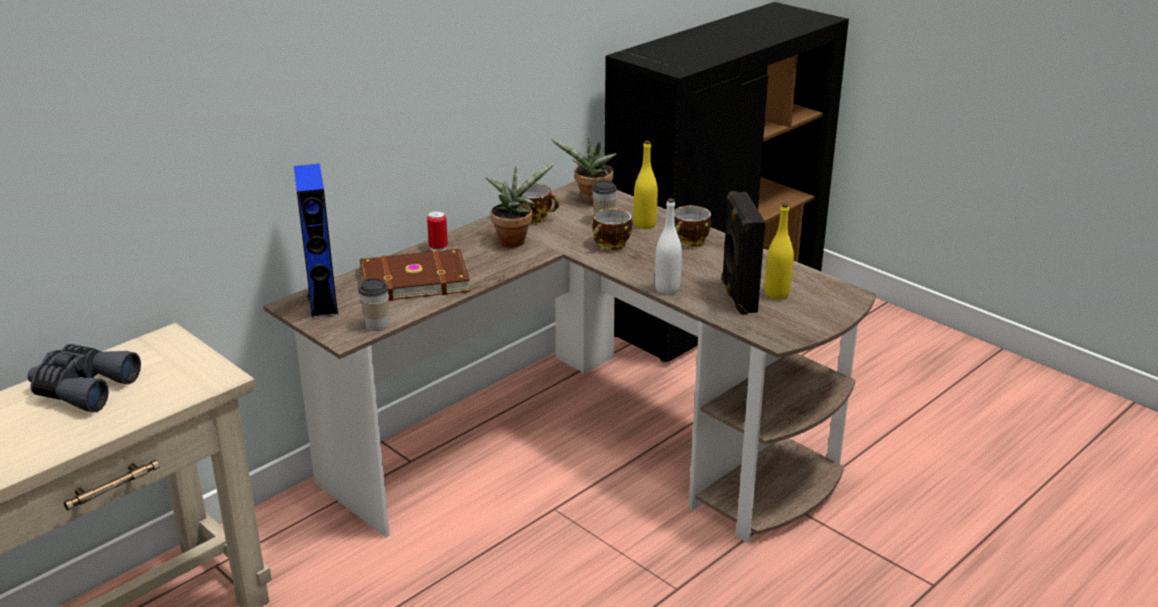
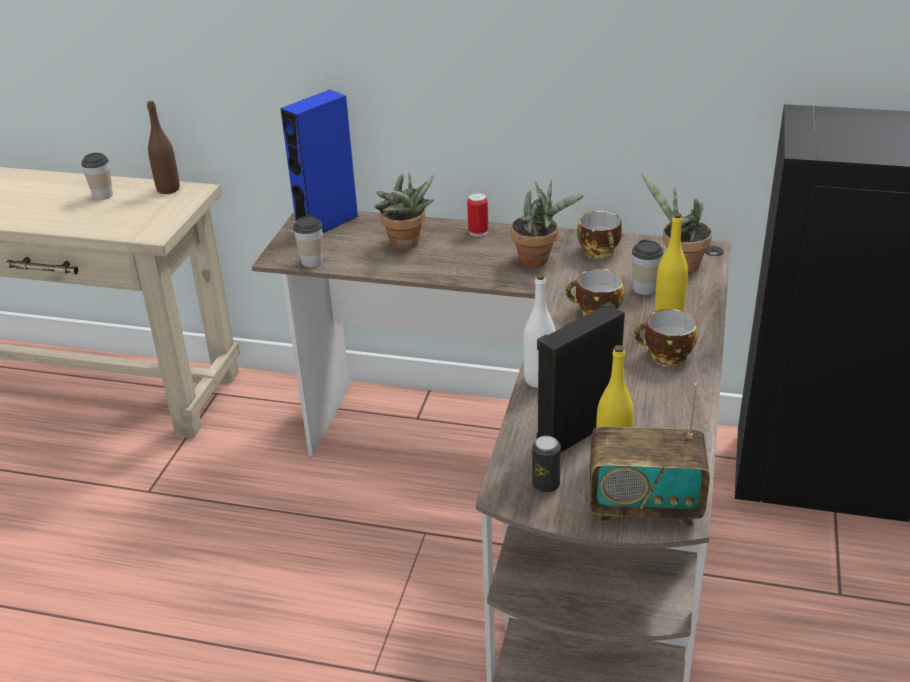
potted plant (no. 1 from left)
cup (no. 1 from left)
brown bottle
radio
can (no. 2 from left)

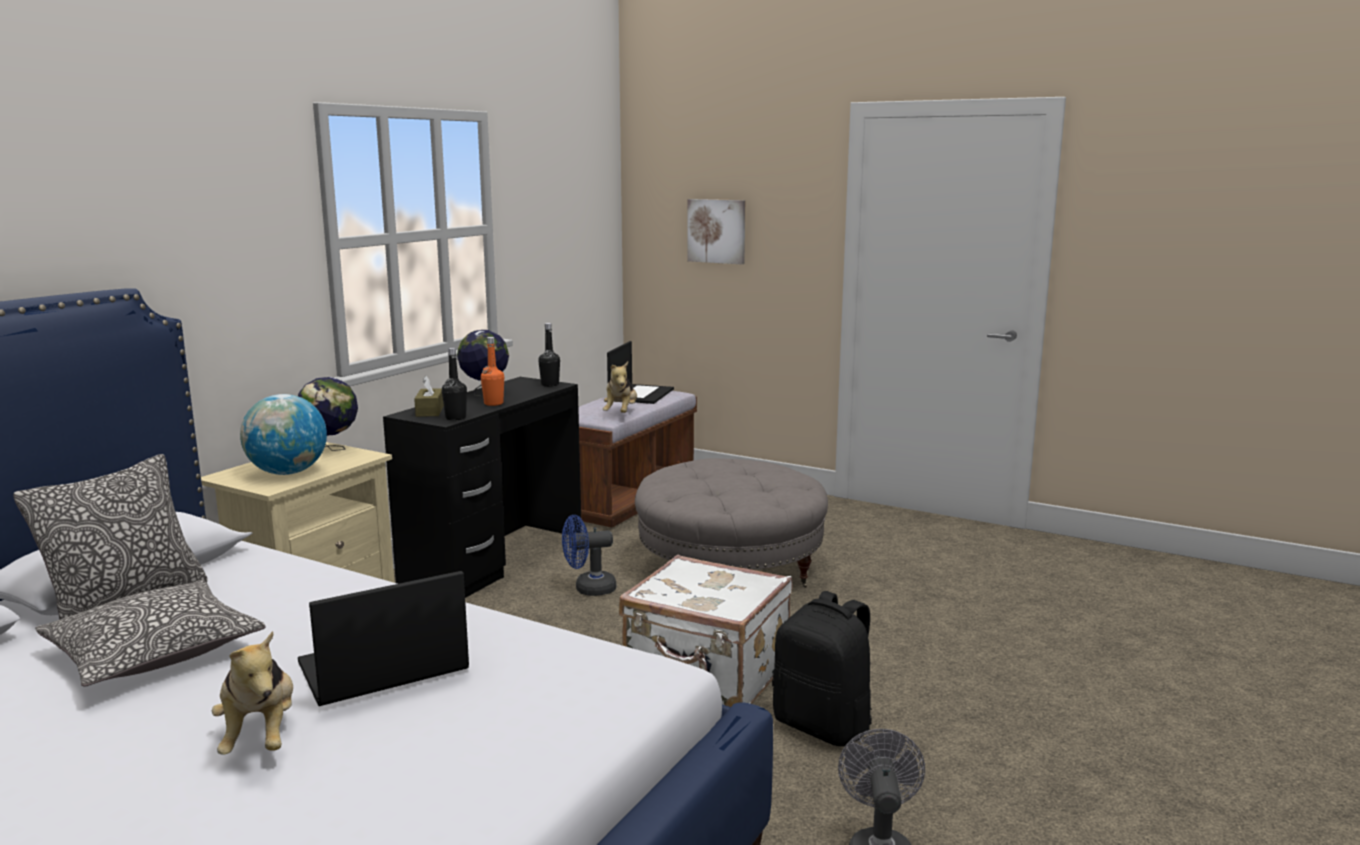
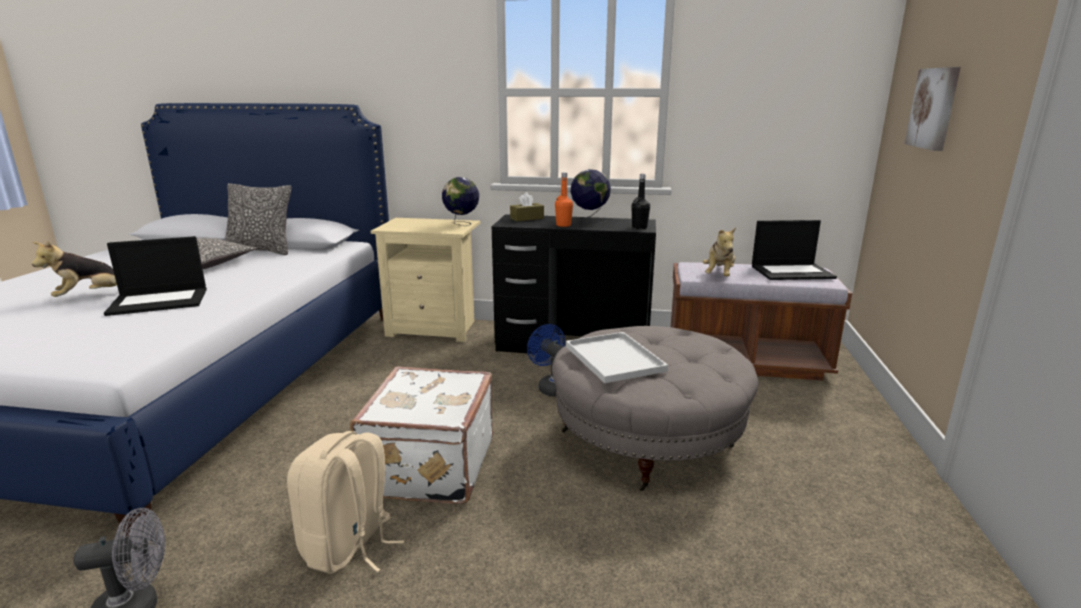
black bottle (no. 1 from left in the first image)
plush toy (no. 2 from left)
globe (no. 1 from left in the first image)
laptop (no. 1 from left)
beige backpack
white tray

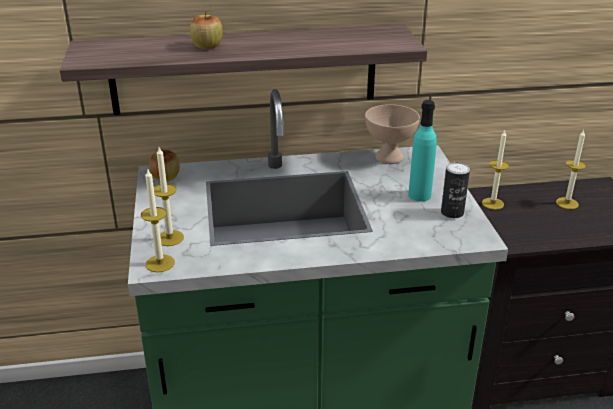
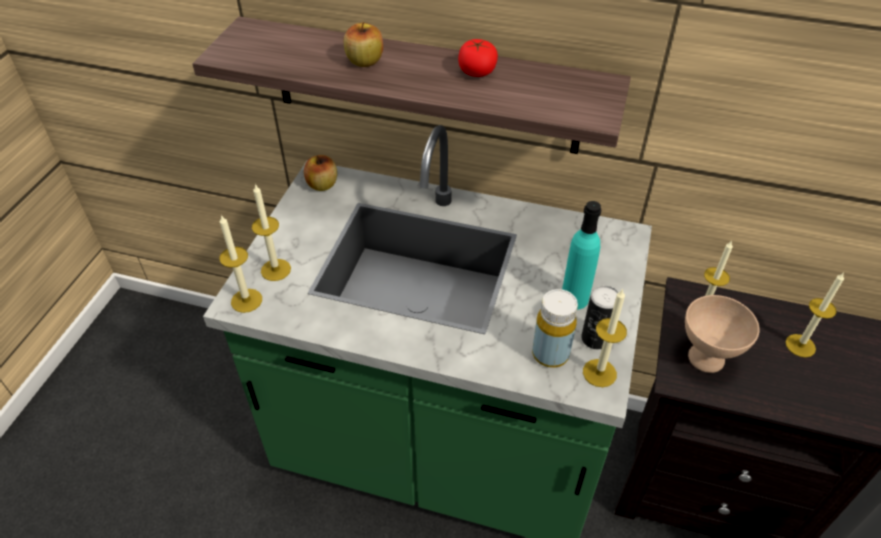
beige bowl
tomato
yellow bottle
candle (no. 3 from left)

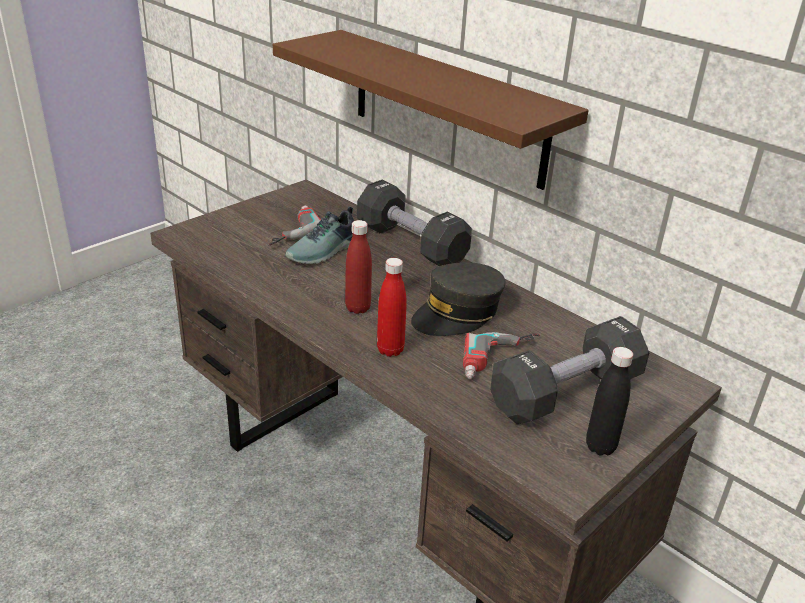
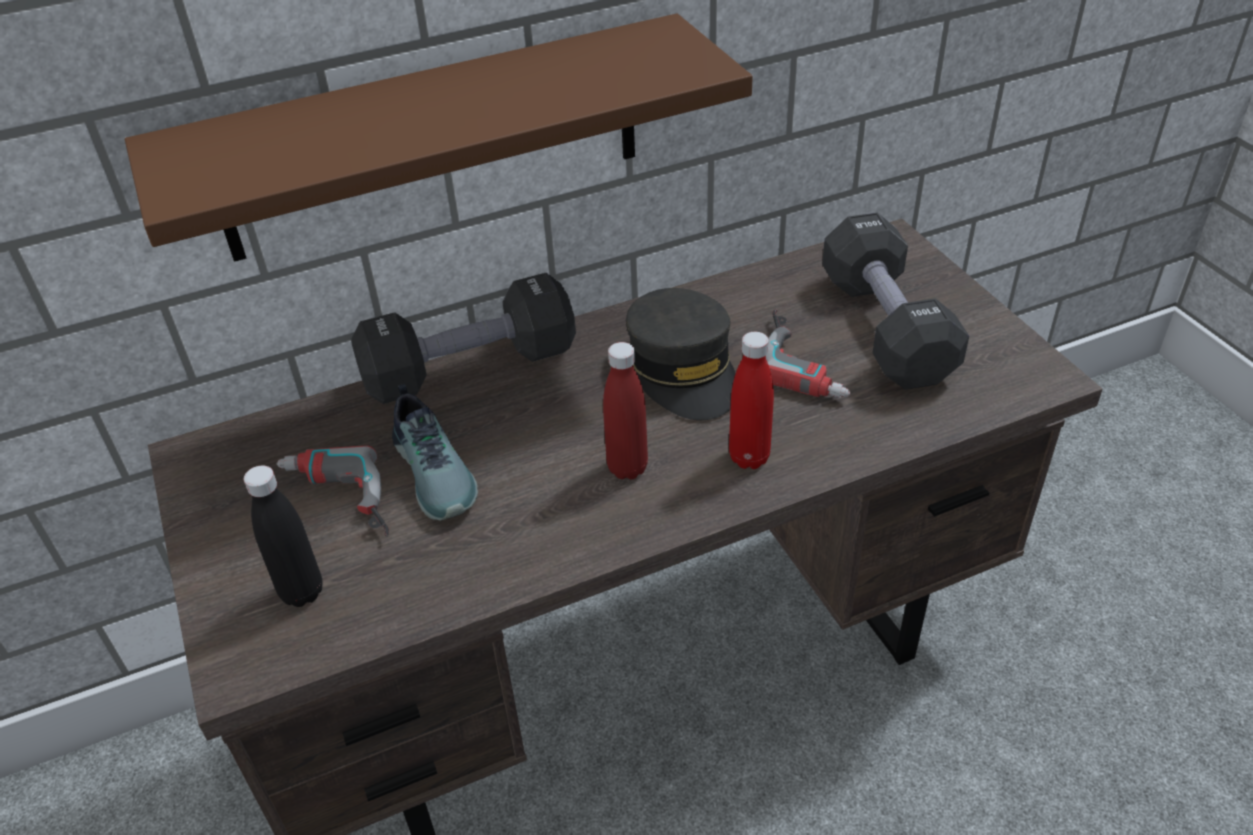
black bottle

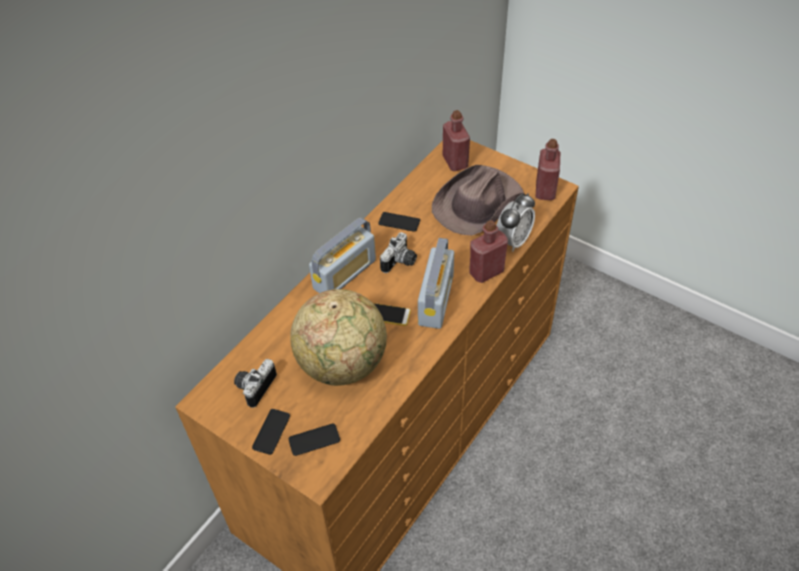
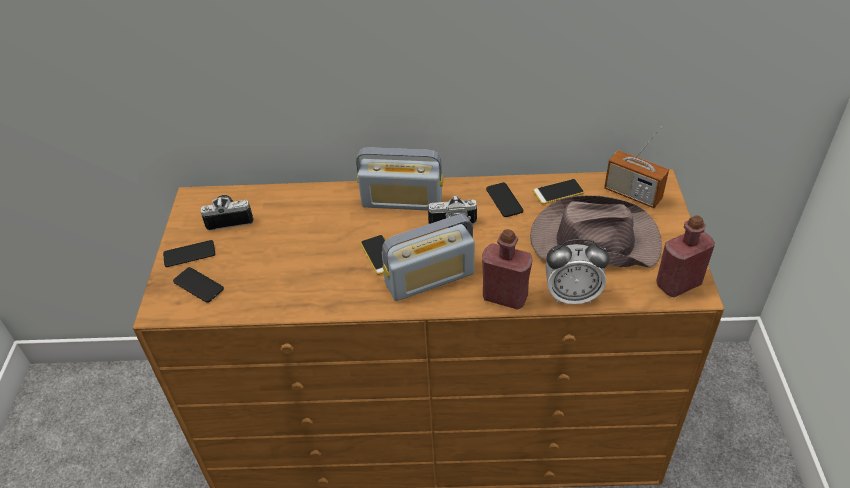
radio (no. 3 from left)
globe
phone (no. 5 from left)

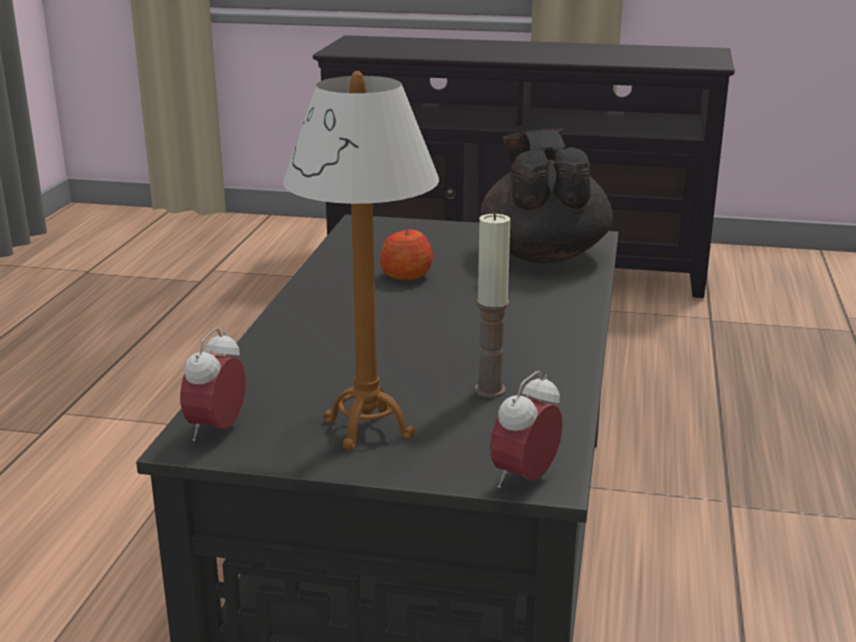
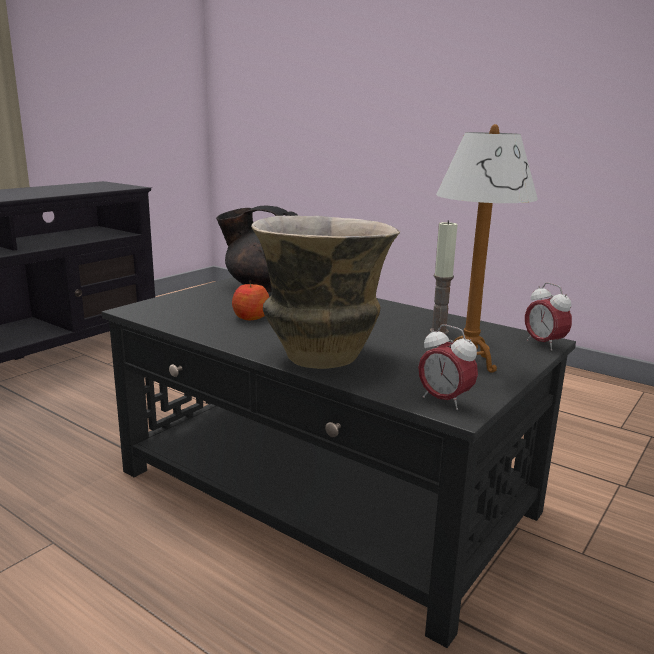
vase

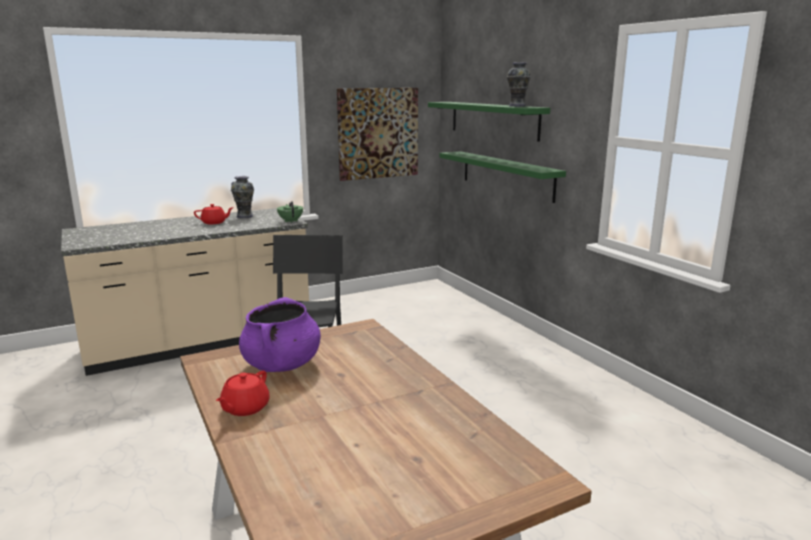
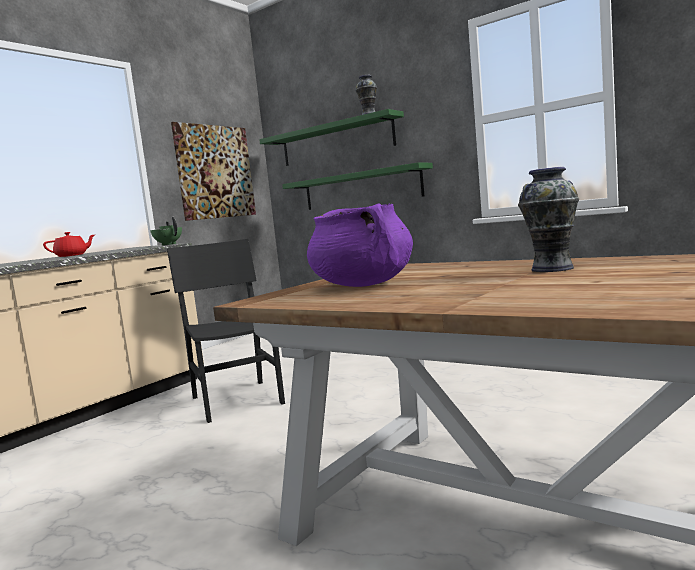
vase (no. 2 from left)
red teapot (no. 2 from left in the first image)

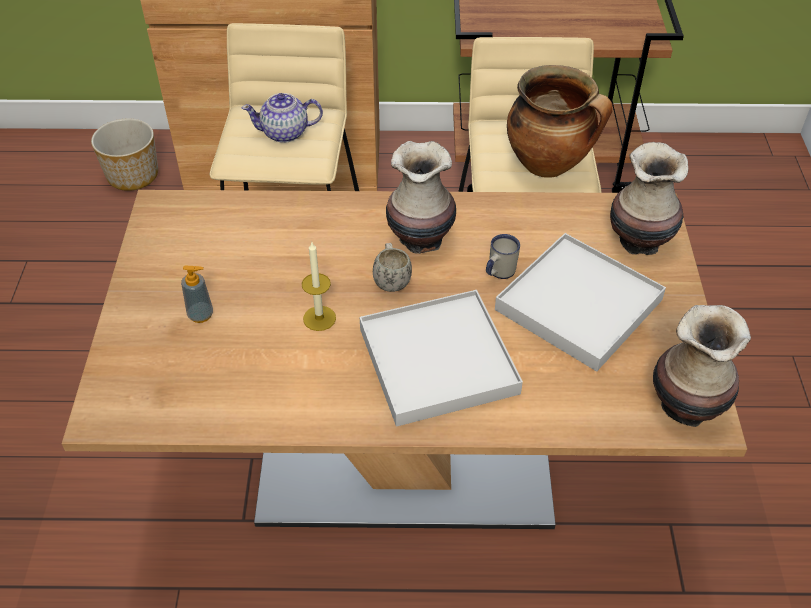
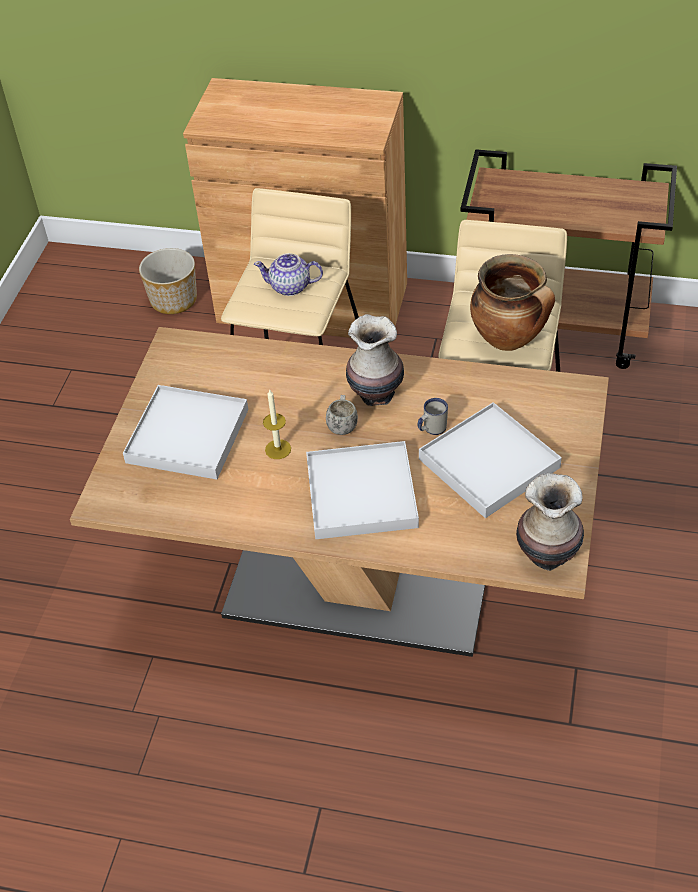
vase (no. 2 from left in the first image)
white tray (no. 1 from left)

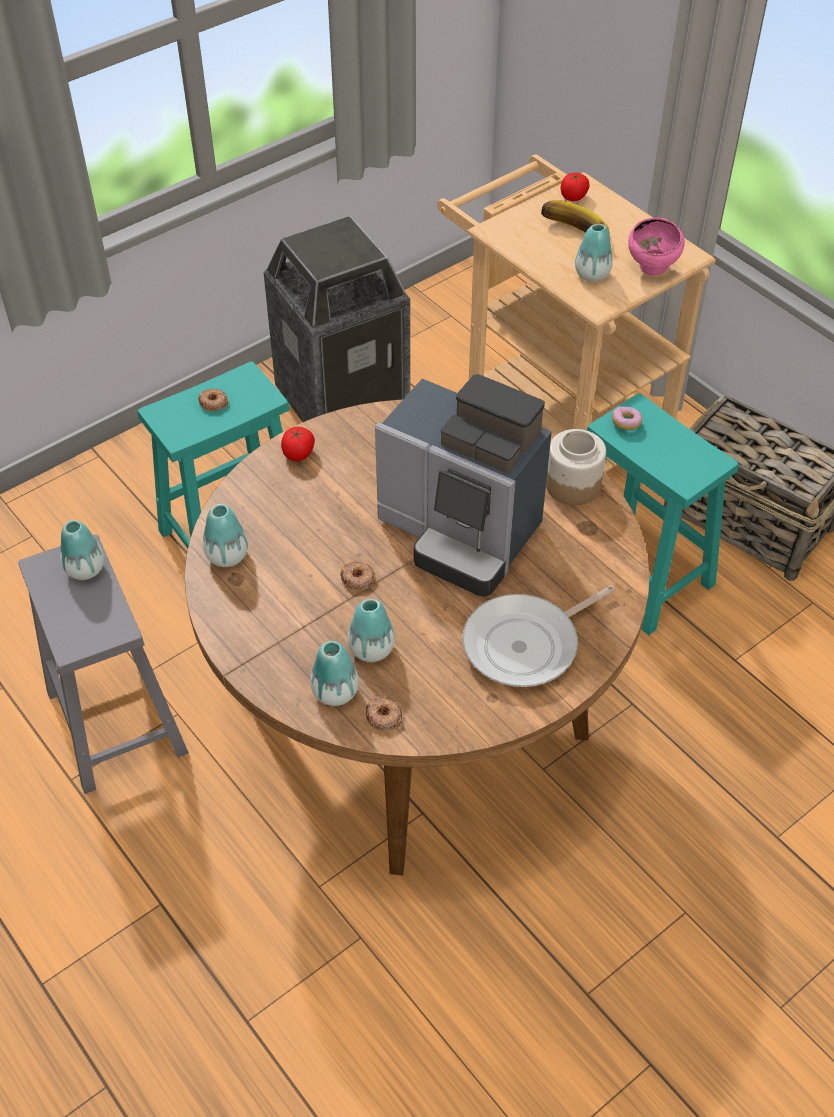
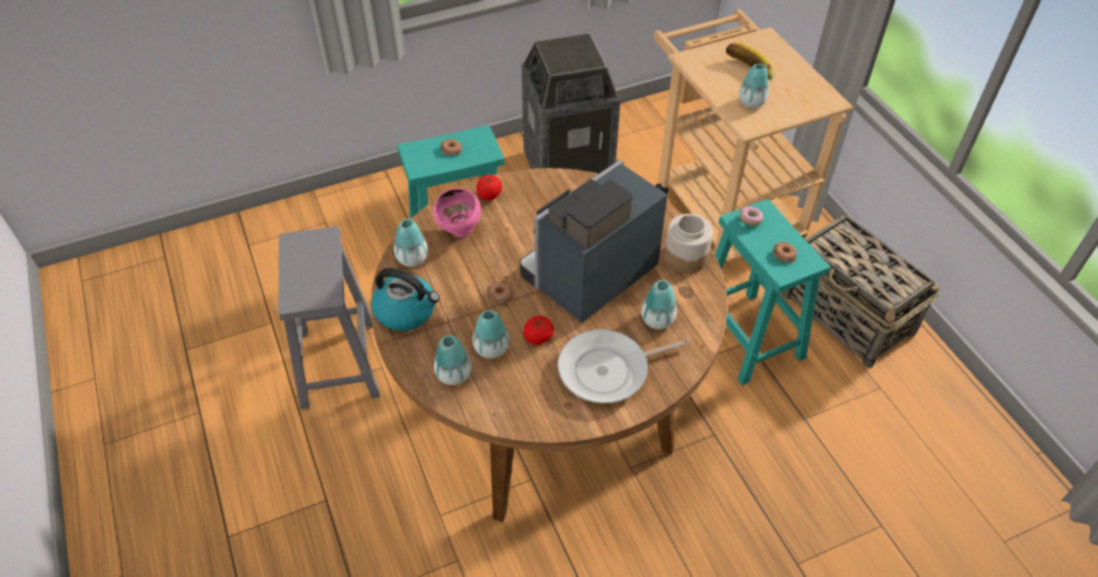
tomato (no. 2 from left)
pink bowl
coffee machine
vase (no. 4 from left)
donut (no. 4 from left)
kettle

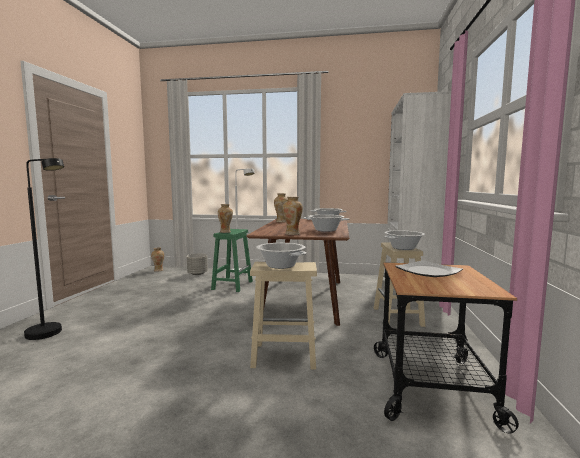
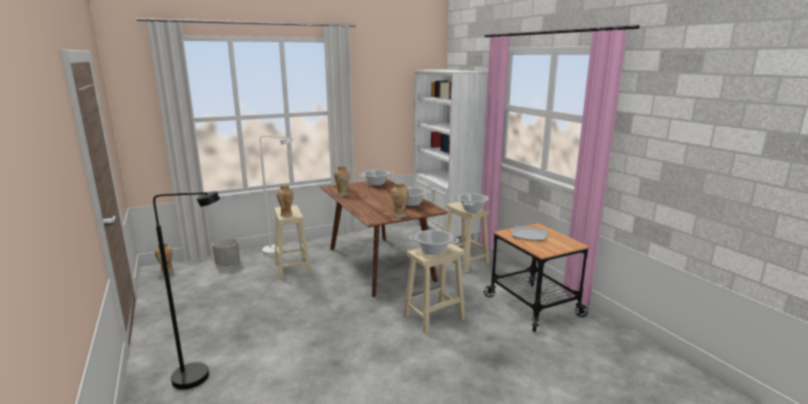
beige stool (no. 1 from left)

